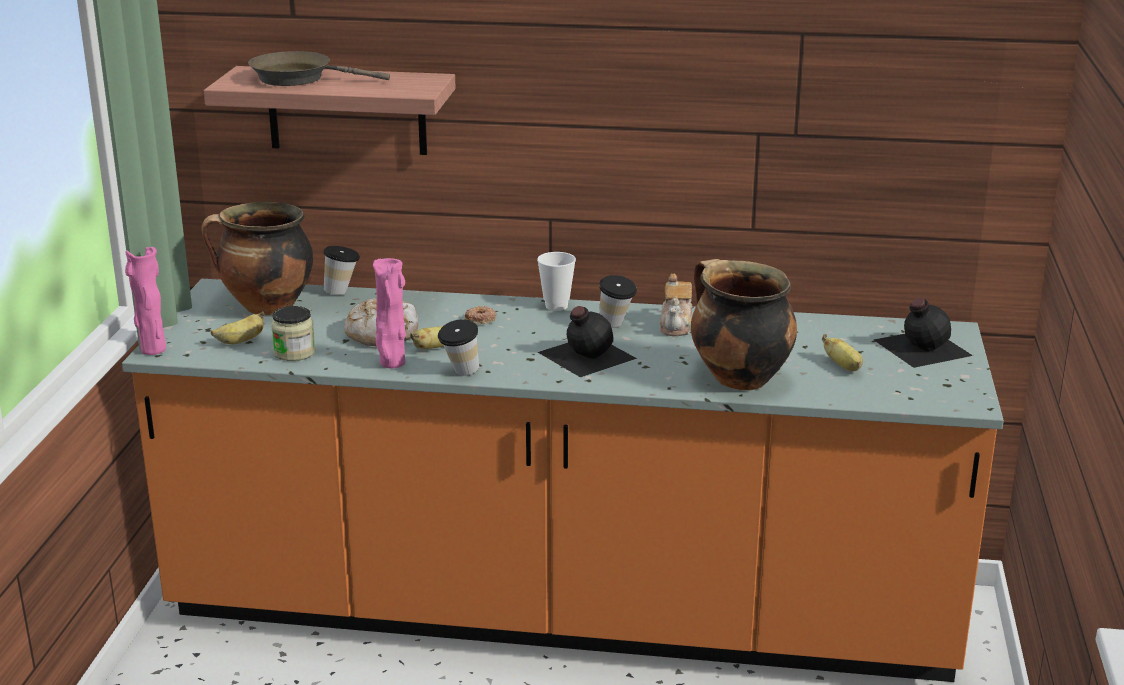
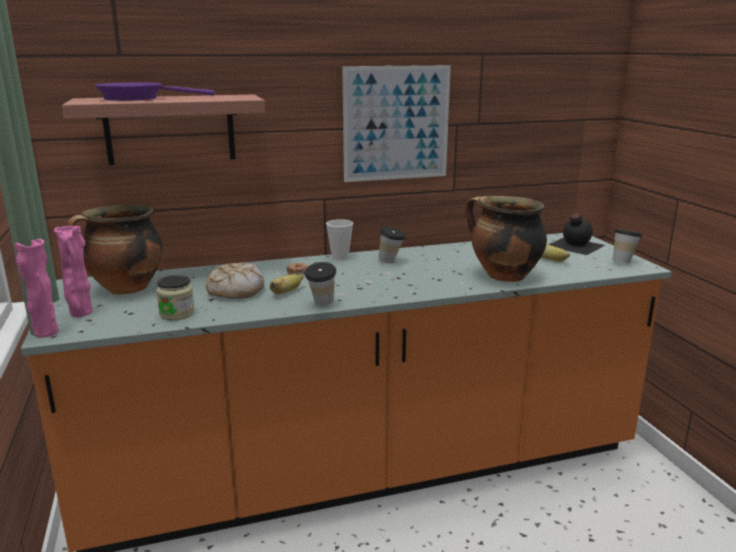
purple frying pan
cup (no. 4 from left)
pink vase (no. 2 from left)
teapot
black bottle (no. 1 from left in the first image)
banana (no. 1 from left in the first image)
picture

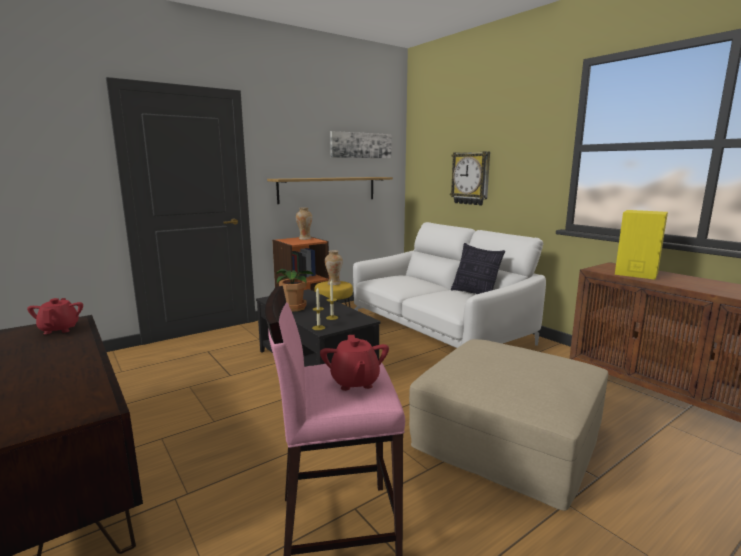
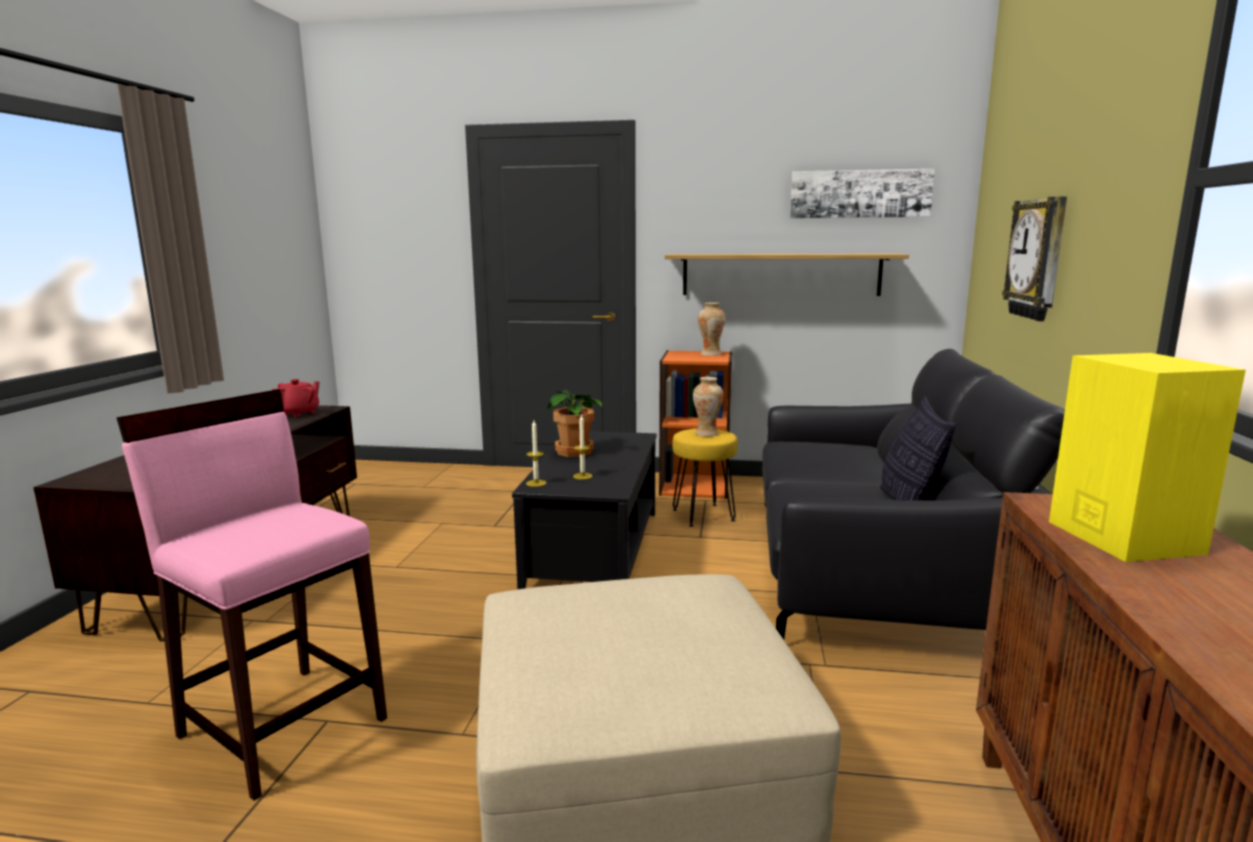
black sofa
red teapot (no. 2 from left in the first image)

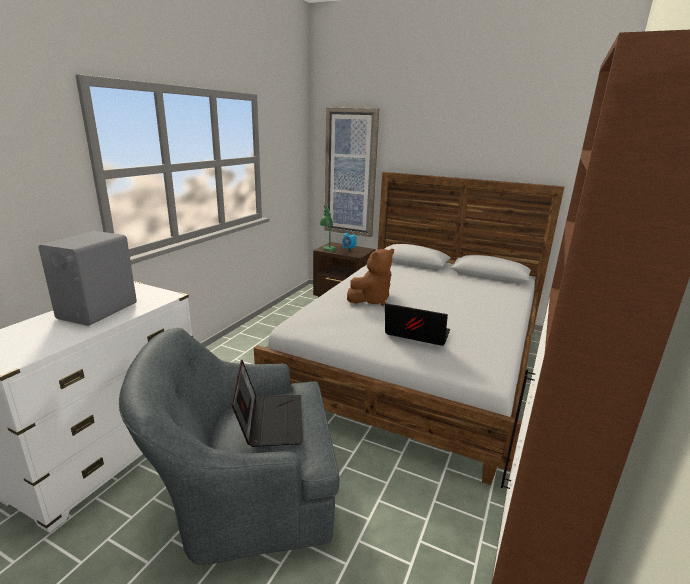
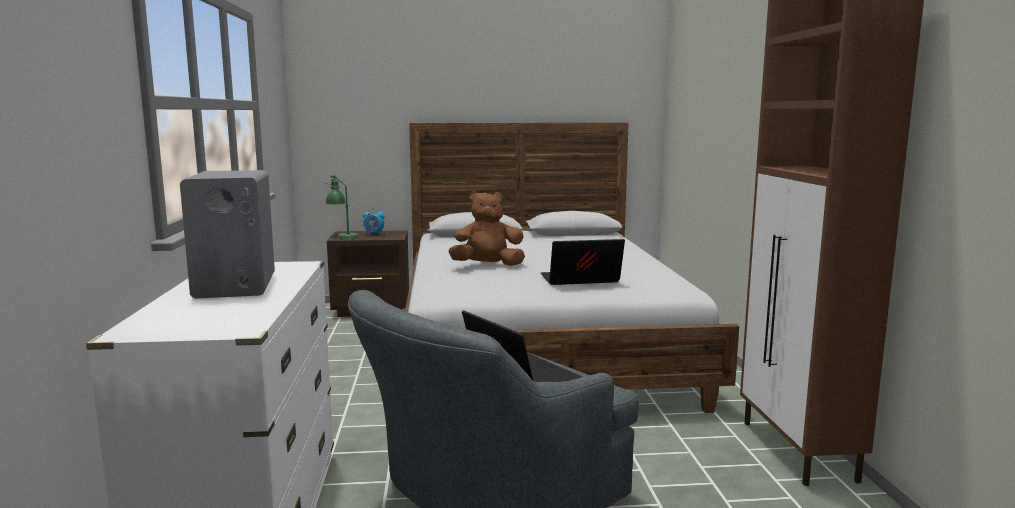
picture
brown plush toy

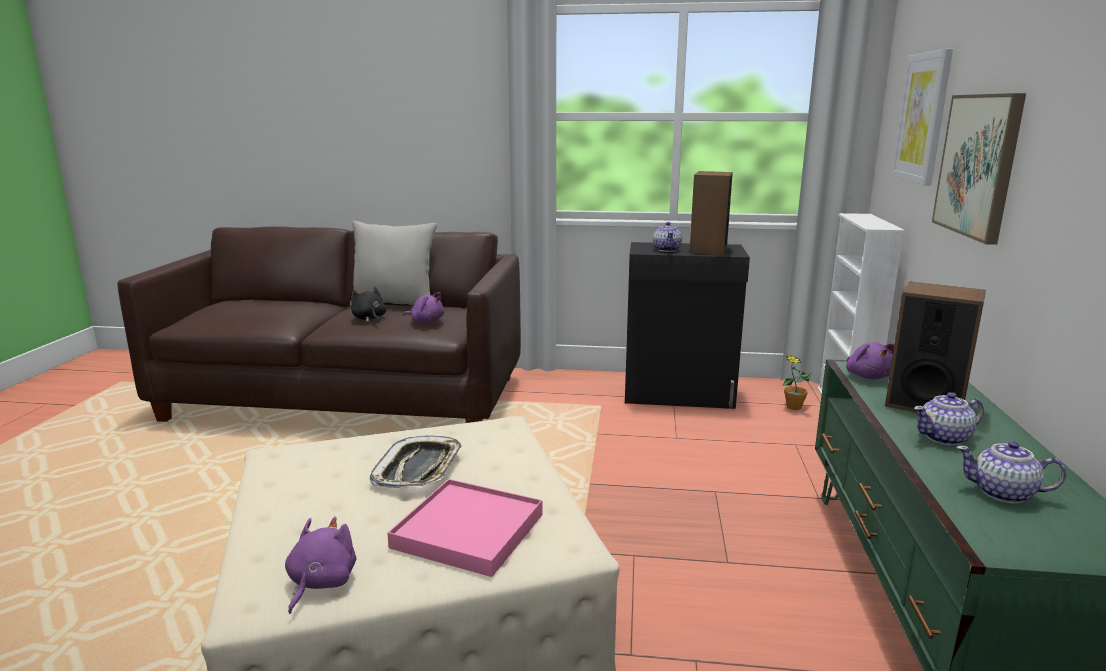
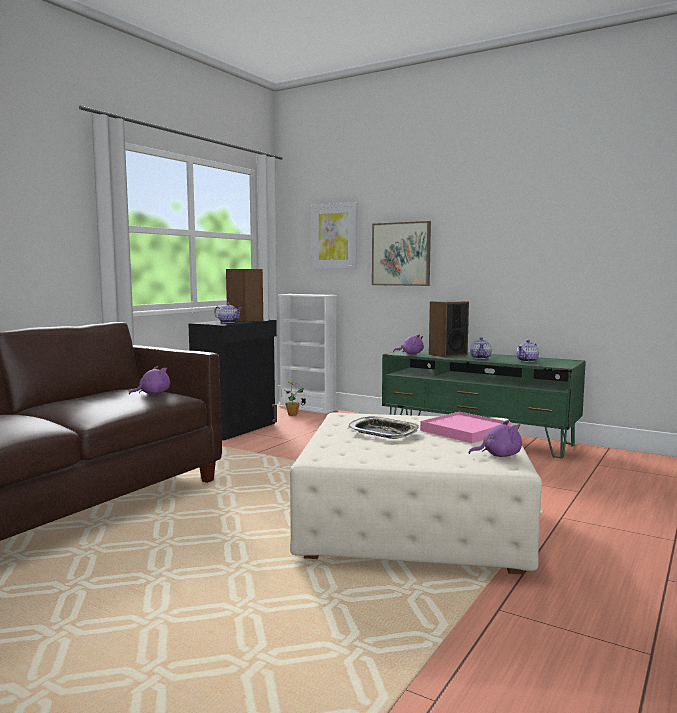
grey pillow
black plush toy
purple plush toy (no. 3 from left)

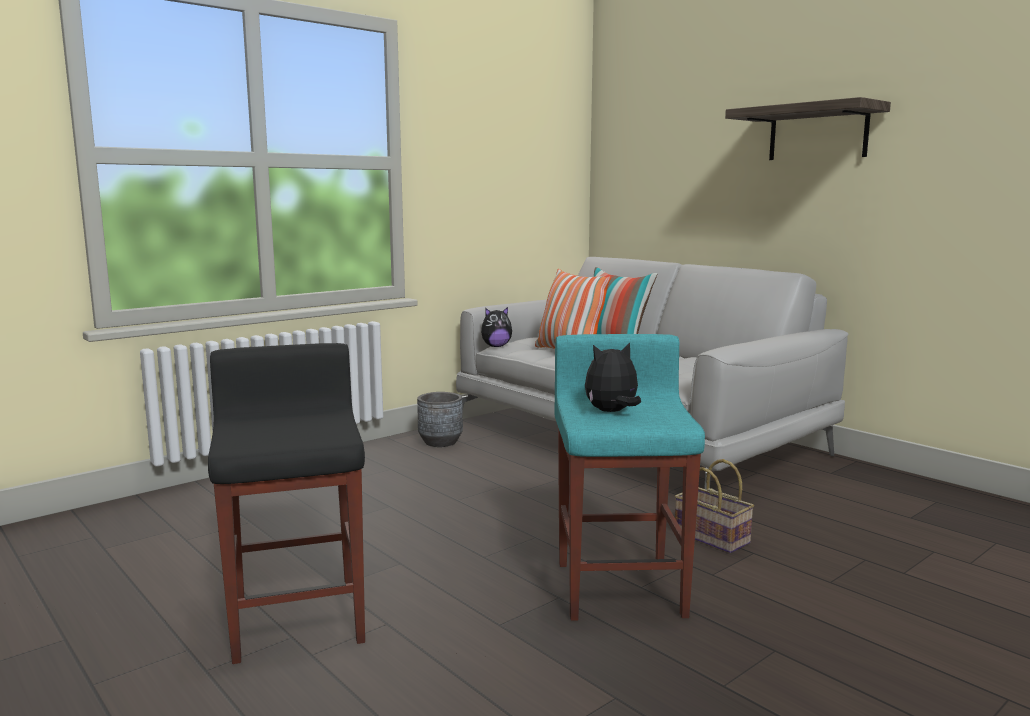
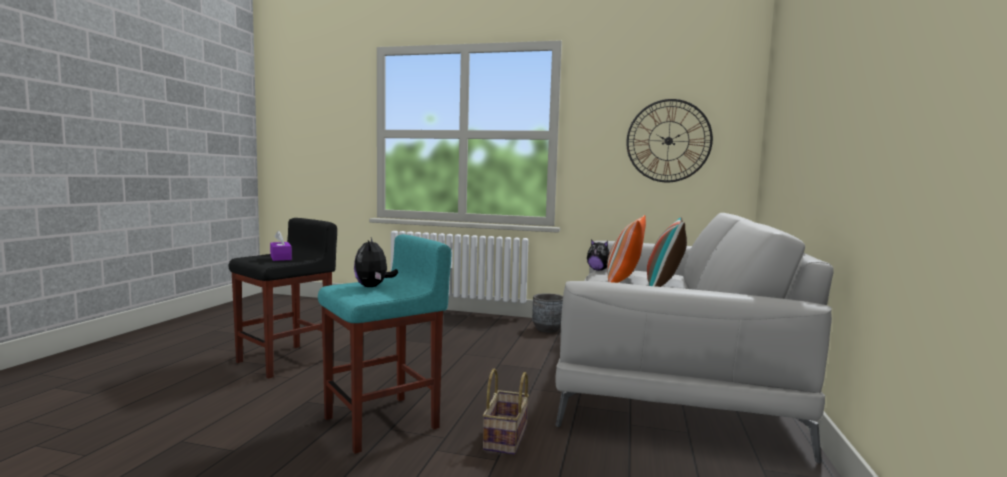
shelf
plush toy (no. 1 from left)
wall clock
purple tissue box

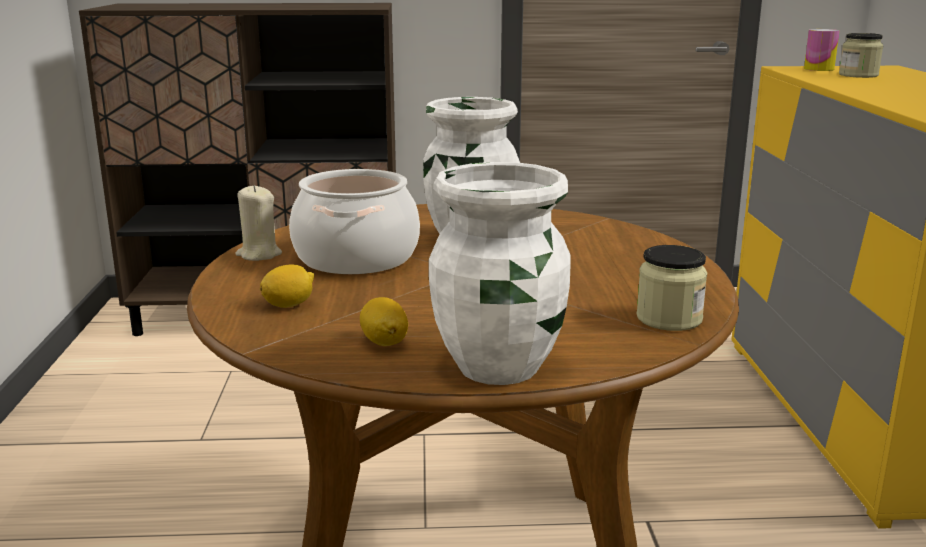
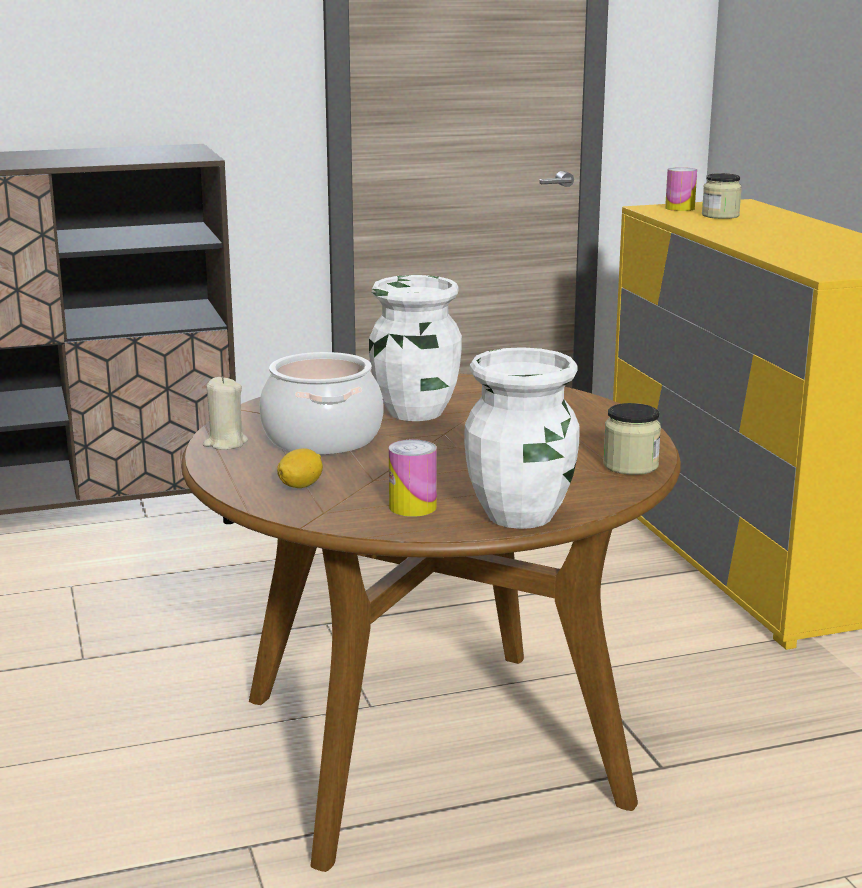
can (no. 1 from left)

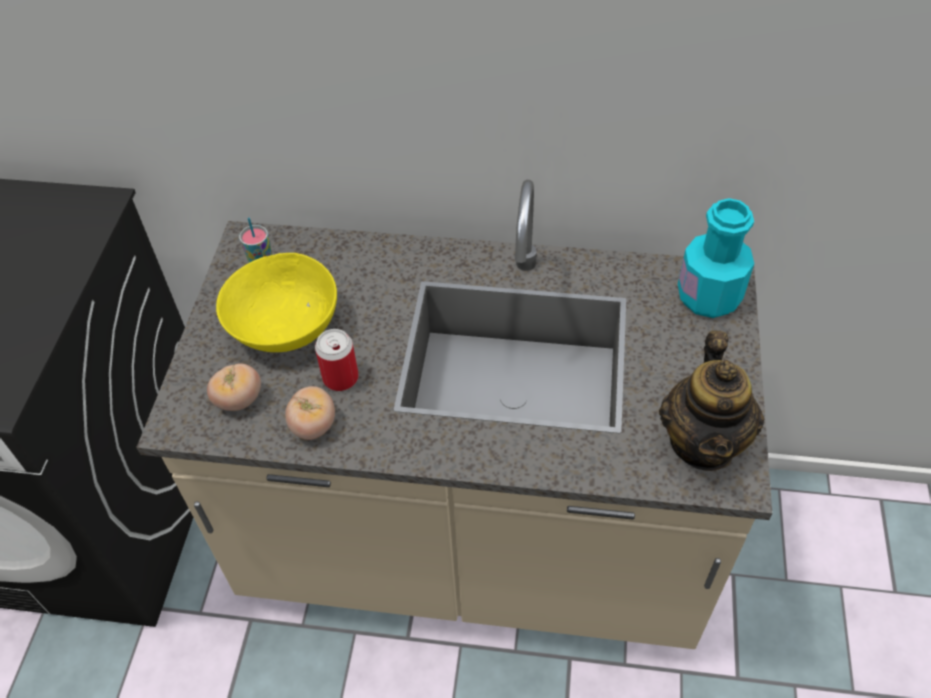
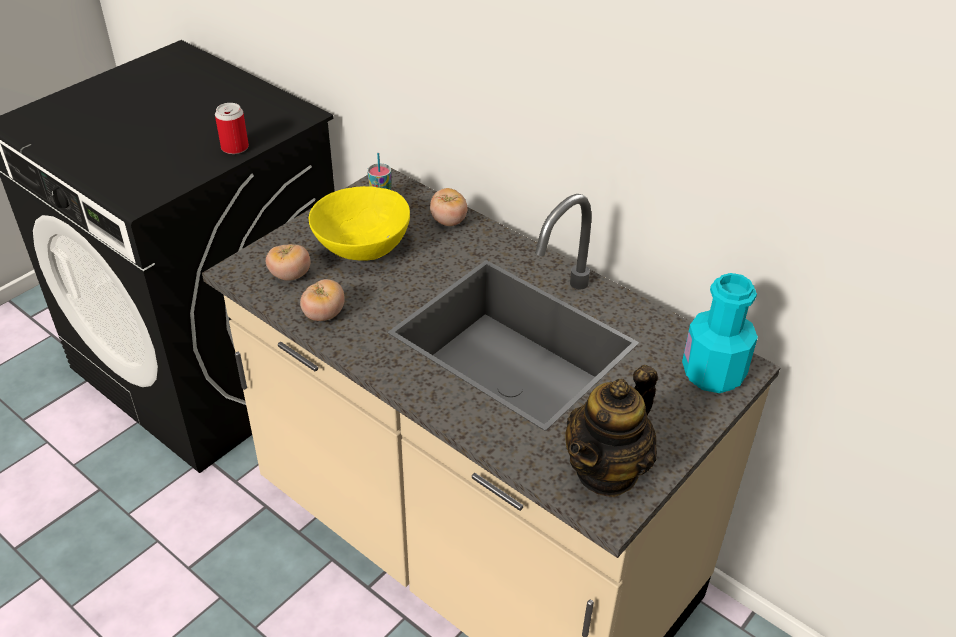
can
tomato (no. 3 from left)

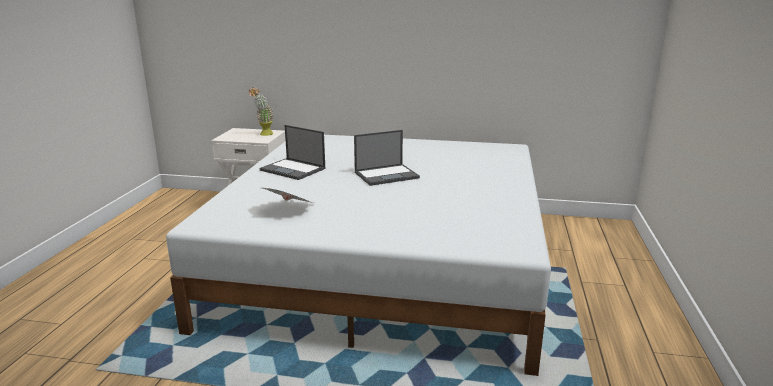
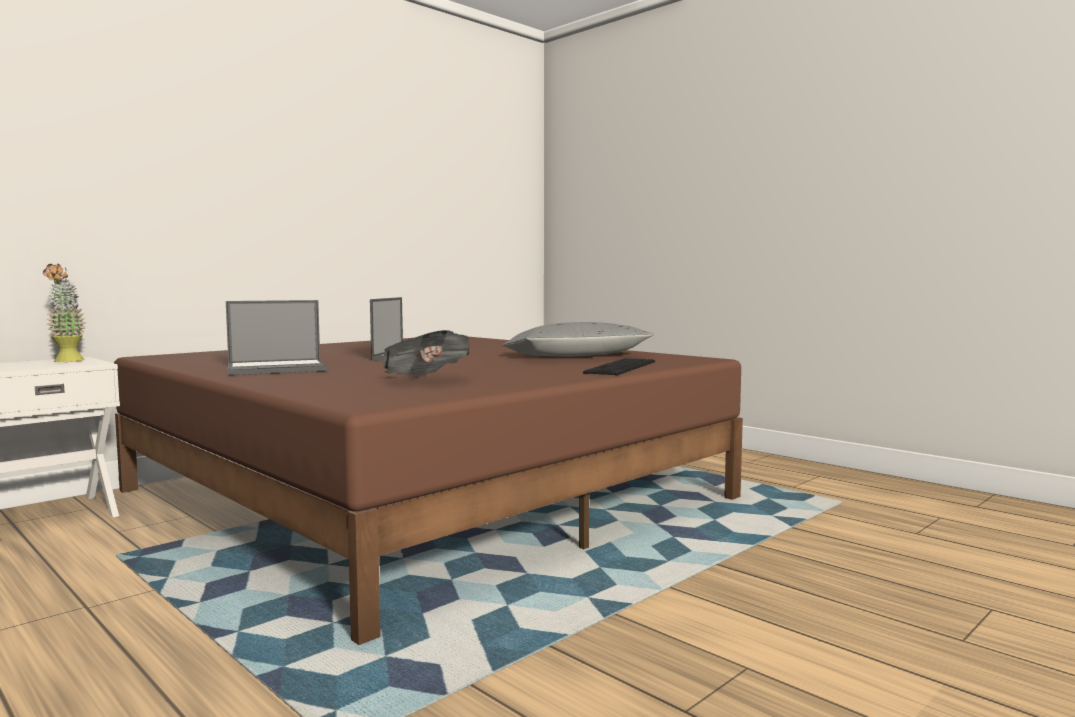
brown bed
grey pillow
keyboard

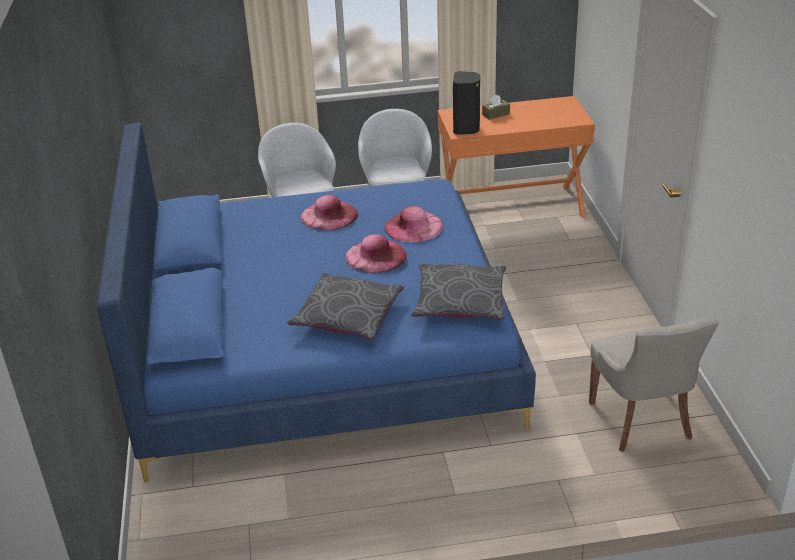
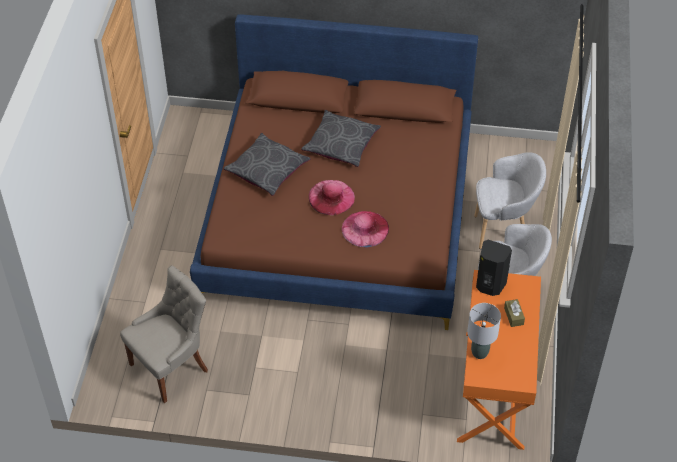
brown bed
pink hat (no. 1 from left in the first image)
grey pillow (no. 2 from left)
grey chair
grey table lamp

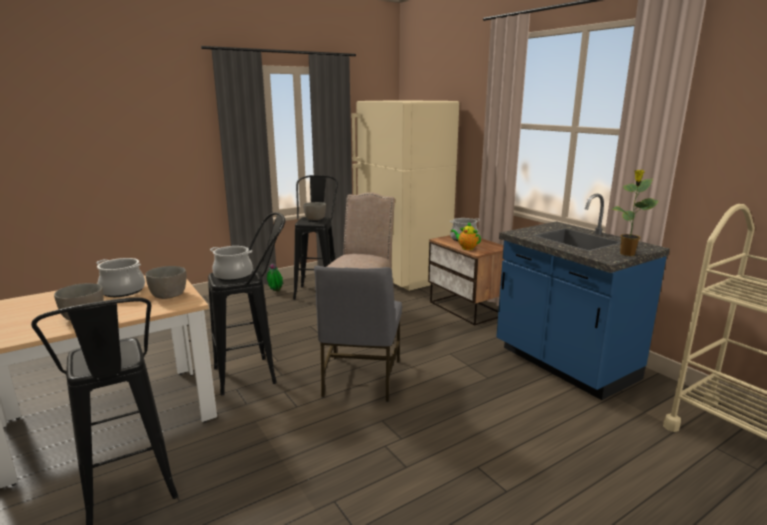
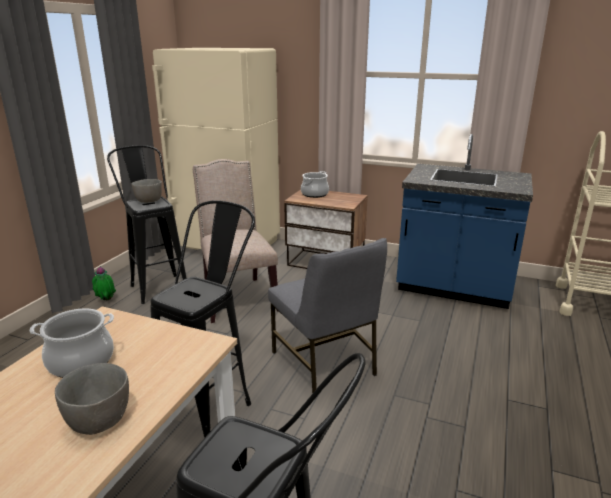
potted plant (no. 2 from left in the first image)
teapot
cooking pot (no. 2 from left in the first image)
grey bowl (no. 2 from left in the first image)

